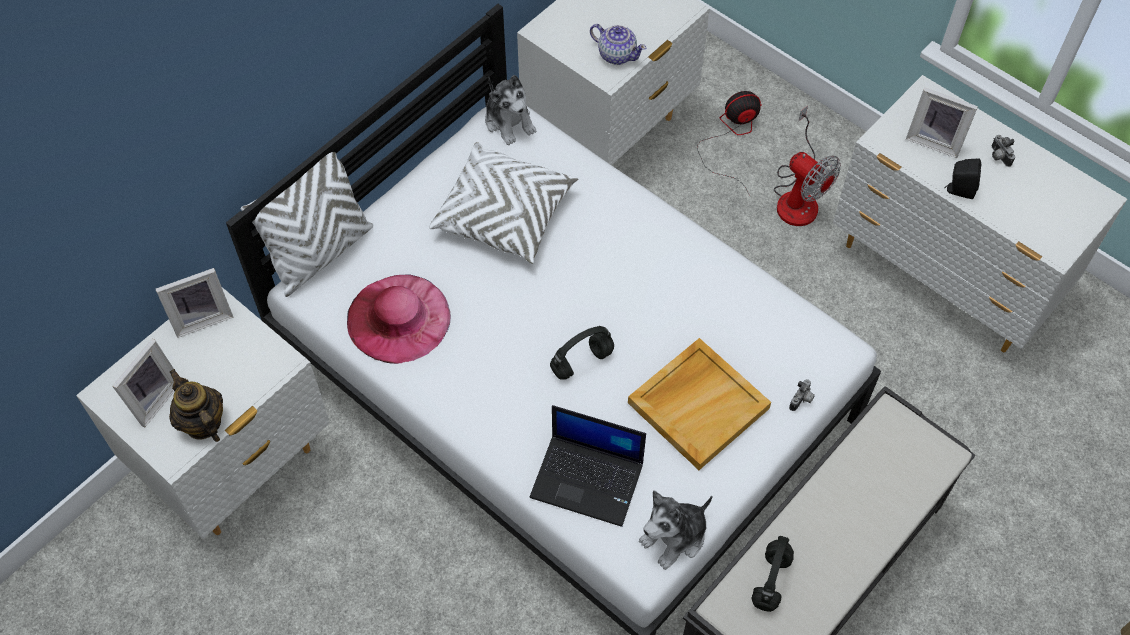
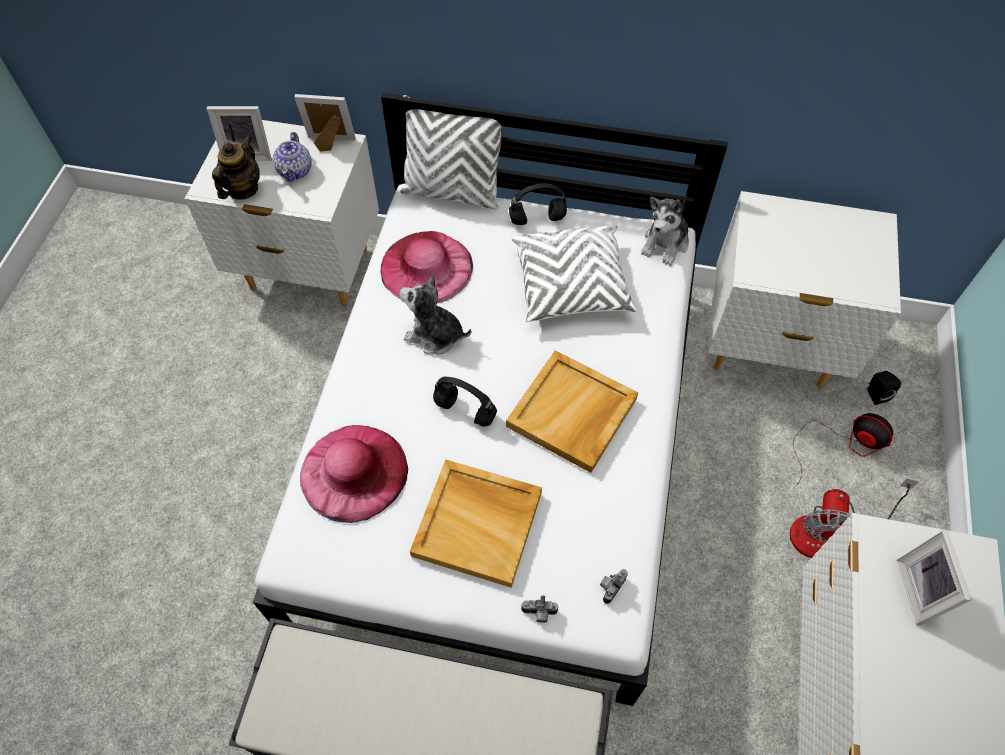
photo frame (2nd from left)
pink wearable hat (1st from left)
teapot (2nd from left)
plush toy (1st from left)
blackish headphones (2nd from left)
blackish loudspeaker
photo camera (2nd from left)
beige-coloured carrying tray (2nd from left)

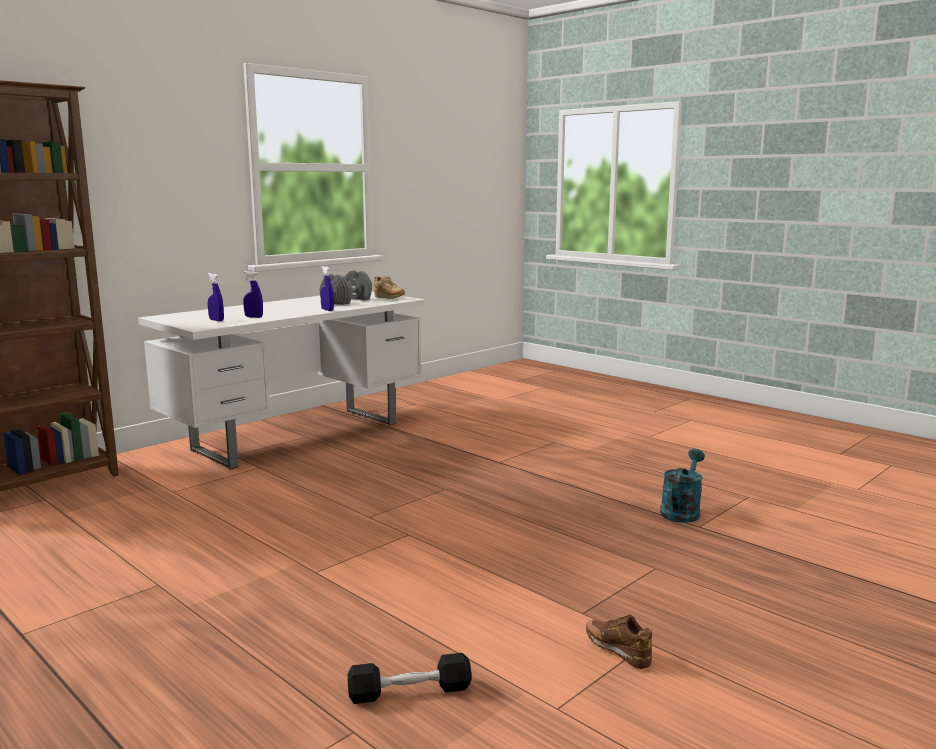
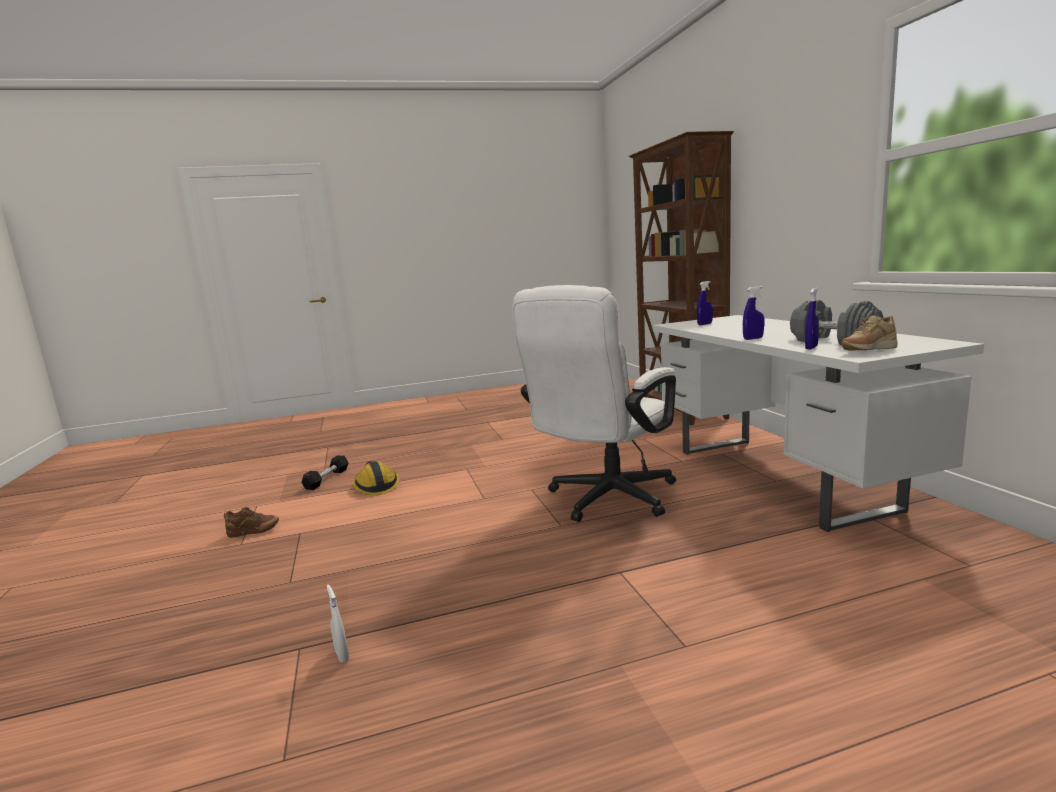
blue-coloured sprayer (3rd from left)
whitish sprayer
safety helmet
whitish office chair

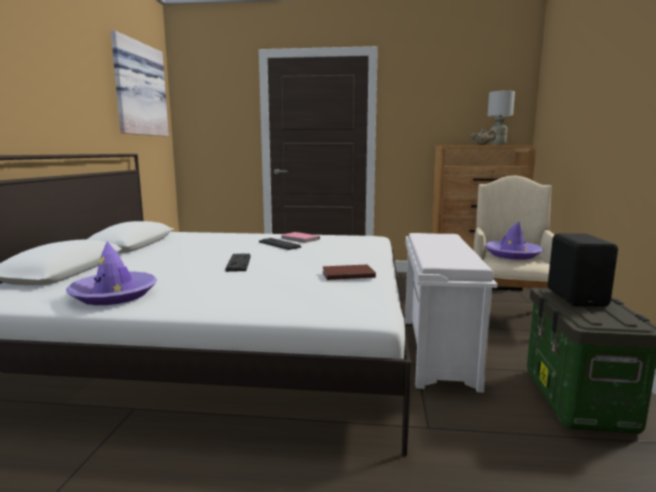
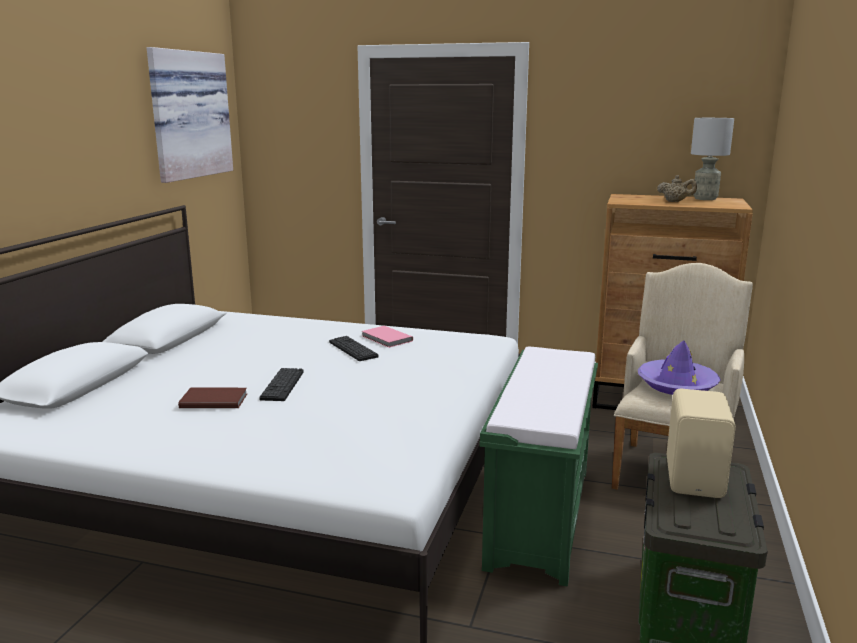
purple wearable hat (1st from left in the first image)
brown-coloured book
green long seat
beige-coloured loudspeaker

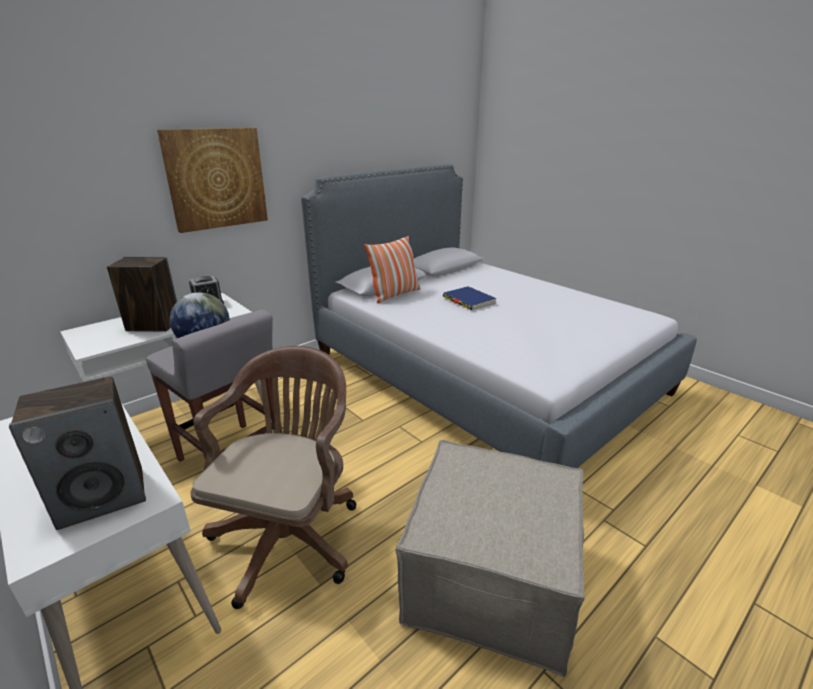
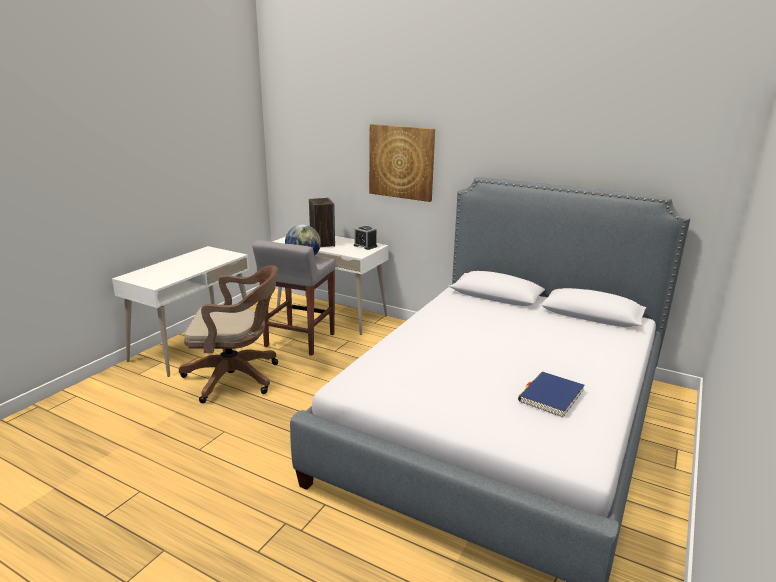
loudspeaker (1st from left in the first image)
cushion
beige-coloured ottoman
blue-coloured book

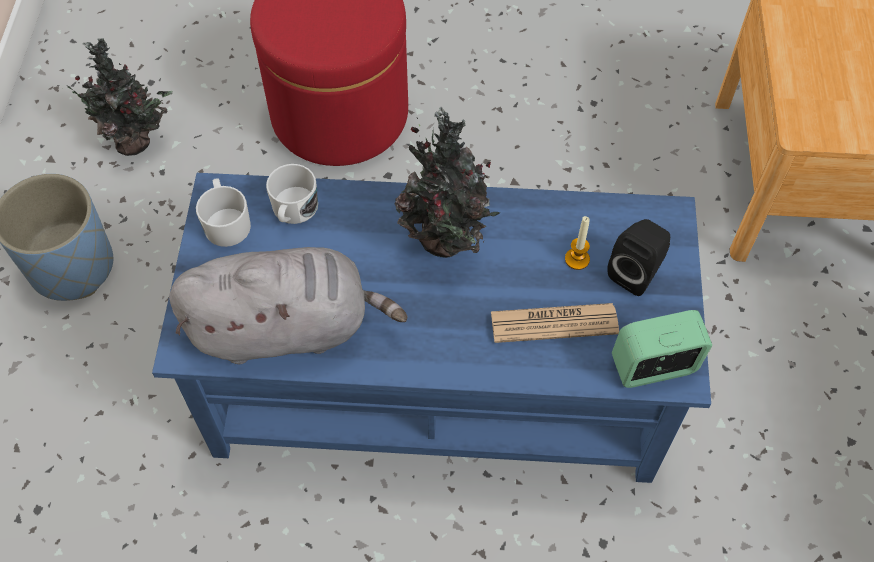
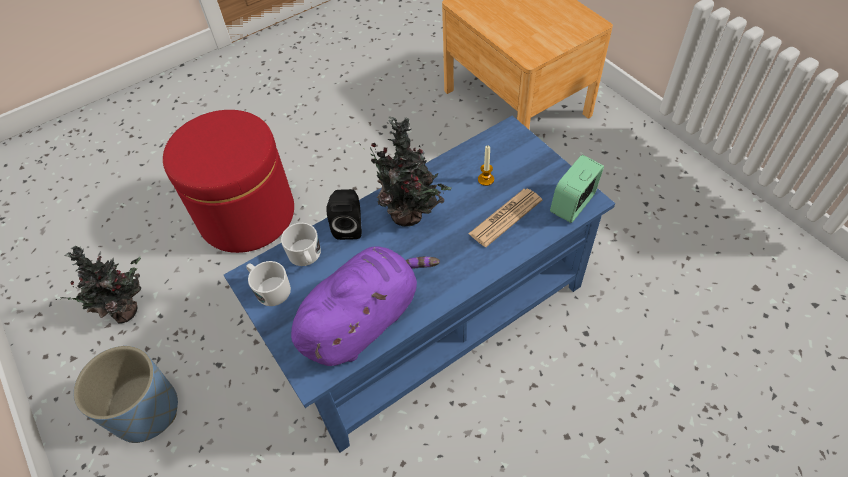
purple plush toy
blackish loudspeaker

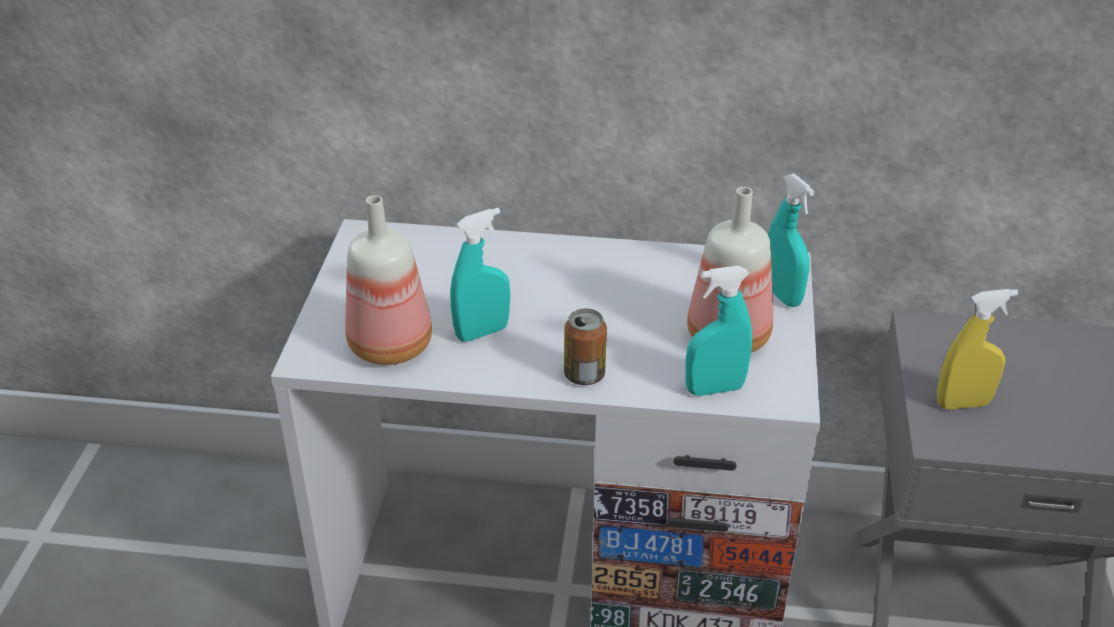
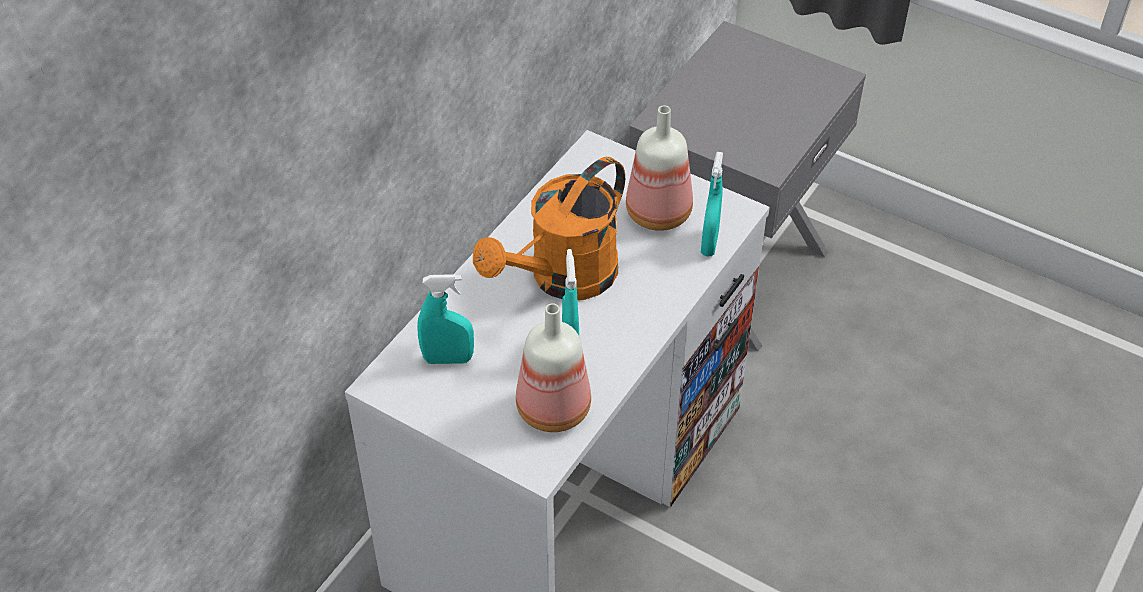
sealed can
turquoise sprayer (1st from left)
yellowish sprayer
orange watering can

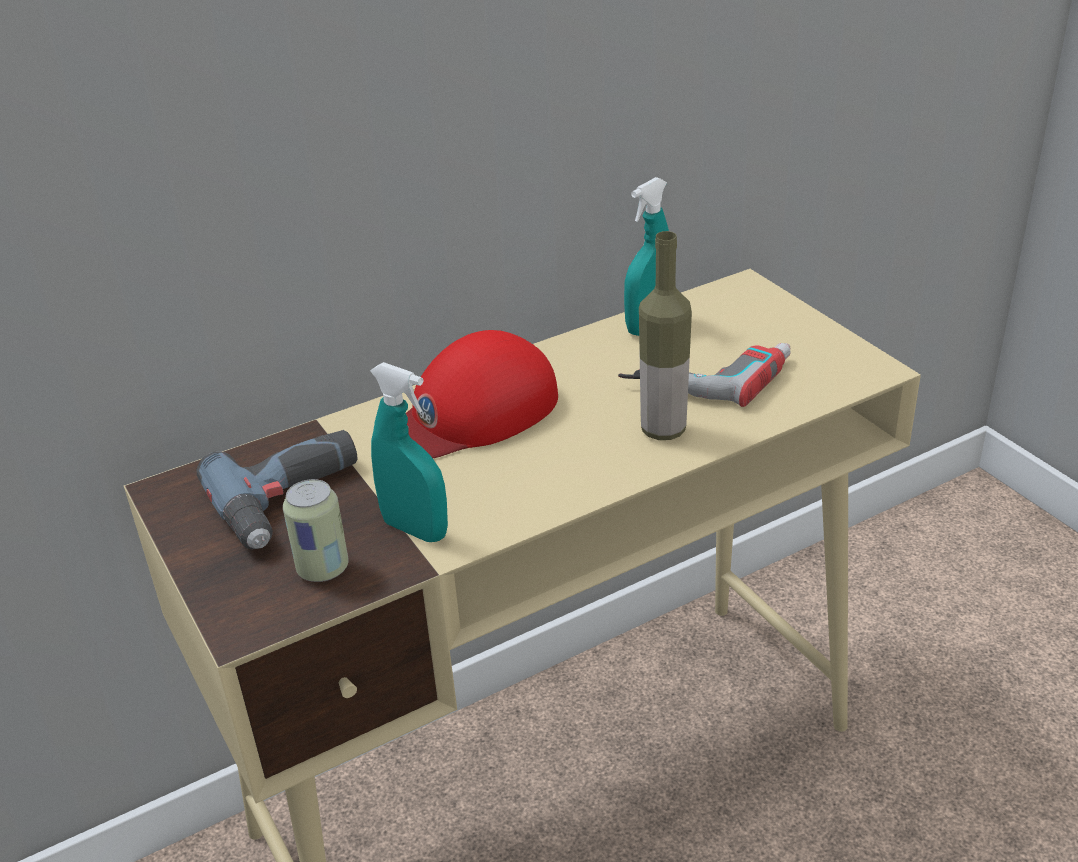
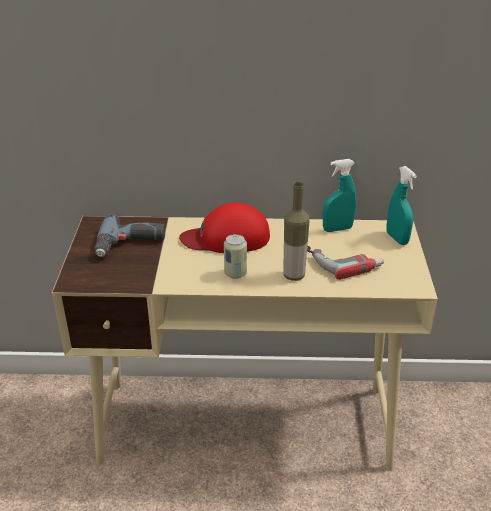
sealed can
turquoise sprayer (2nd from left)

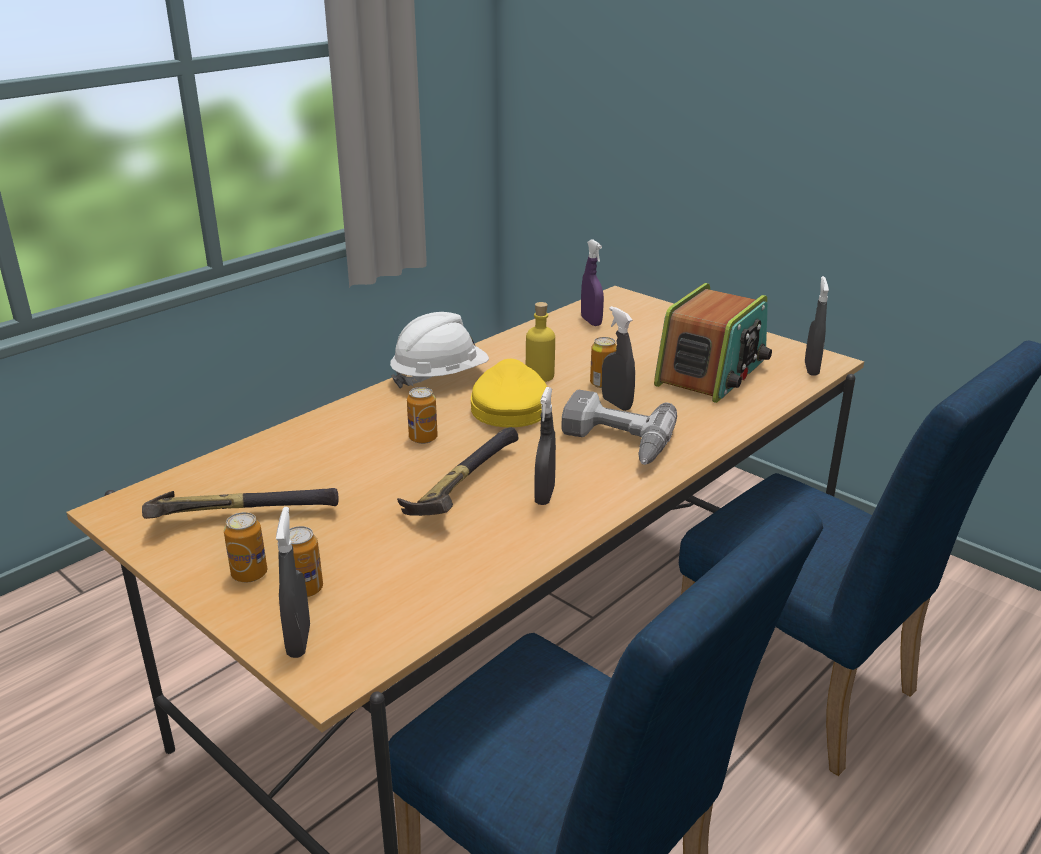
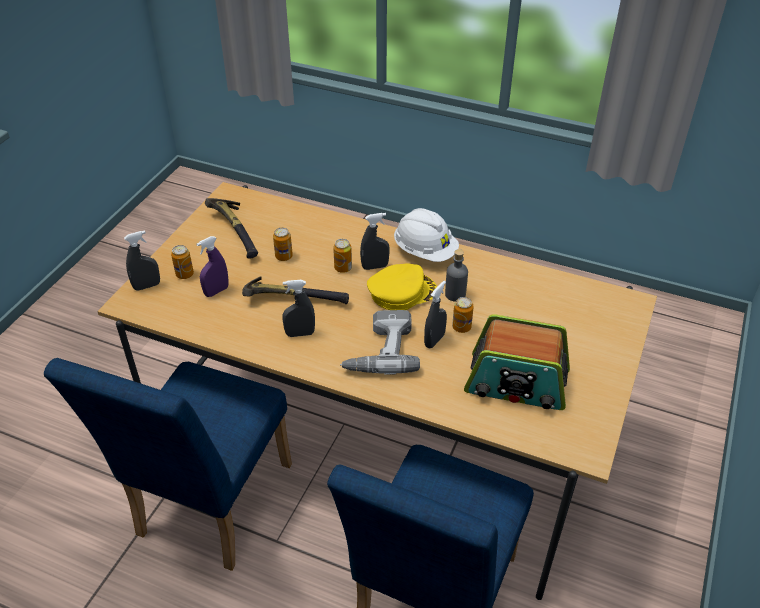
sealed can (2nd from left)
greyish drink bottle
purple sprayer
greyish sprayer (3rd from left)

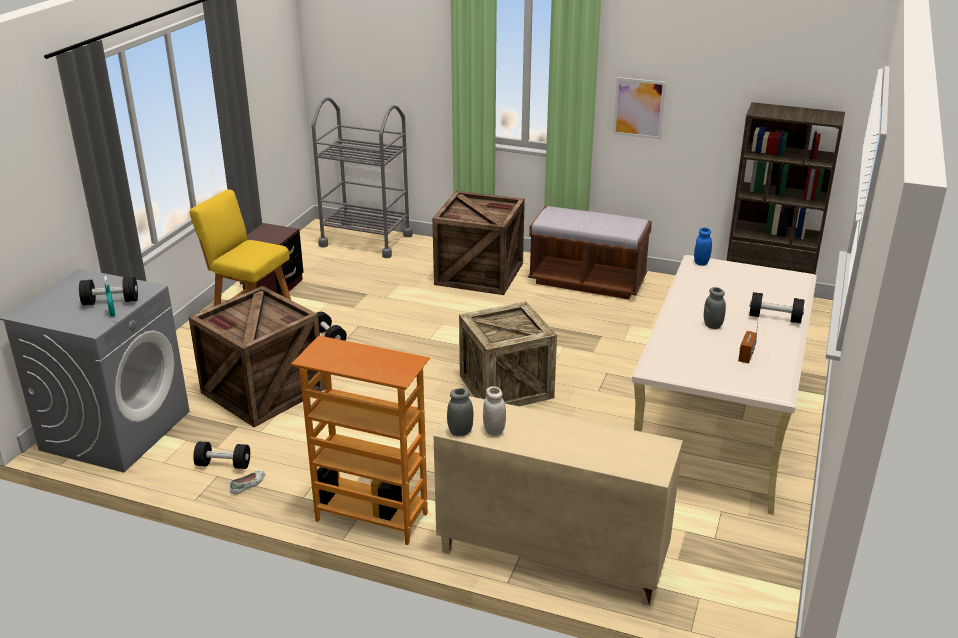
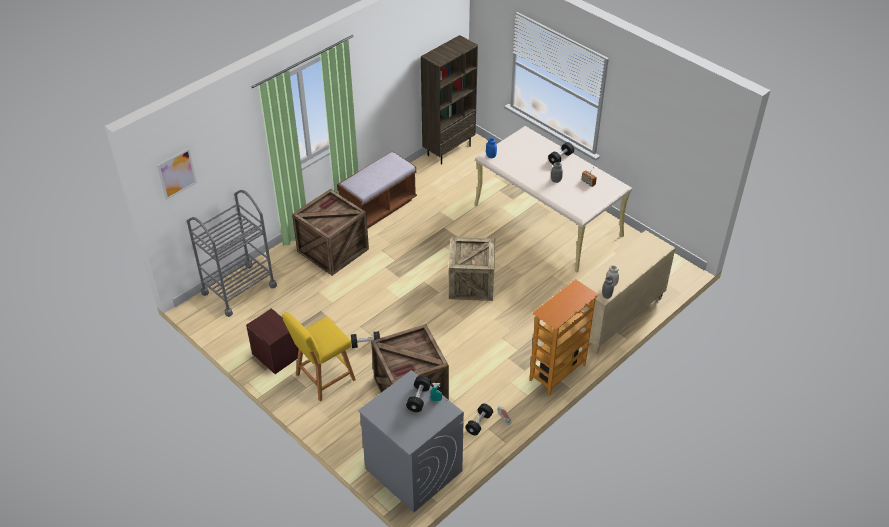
wall art

